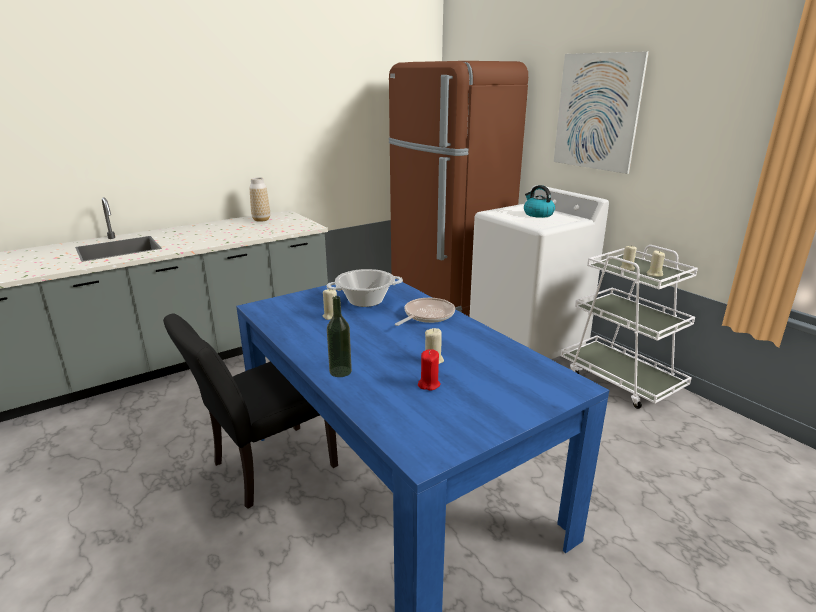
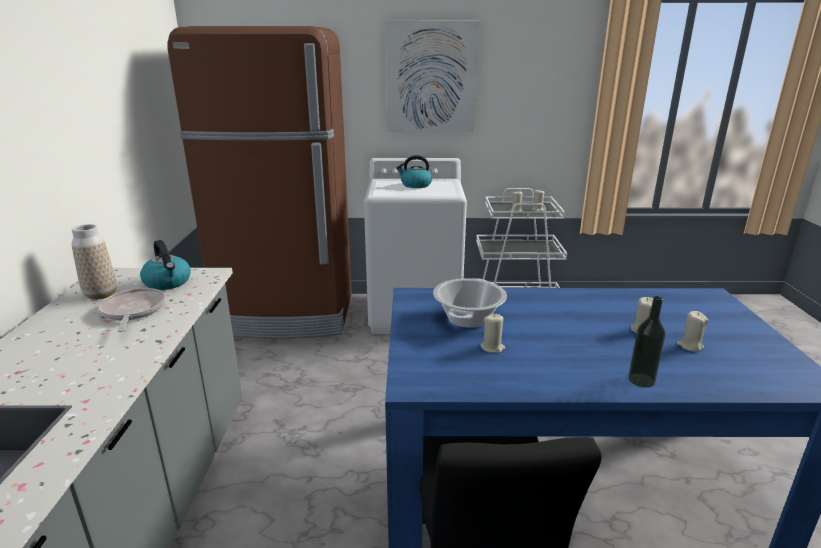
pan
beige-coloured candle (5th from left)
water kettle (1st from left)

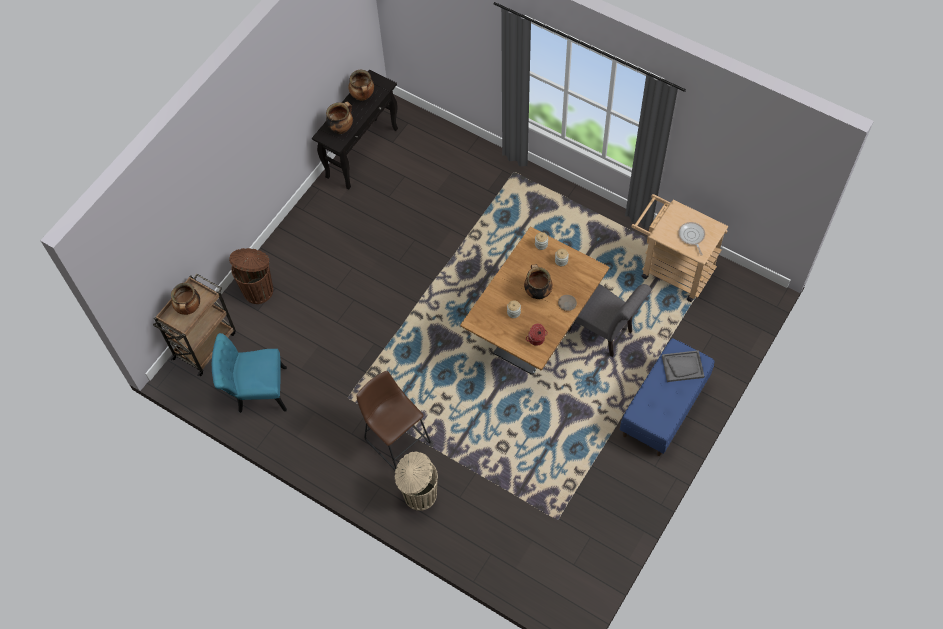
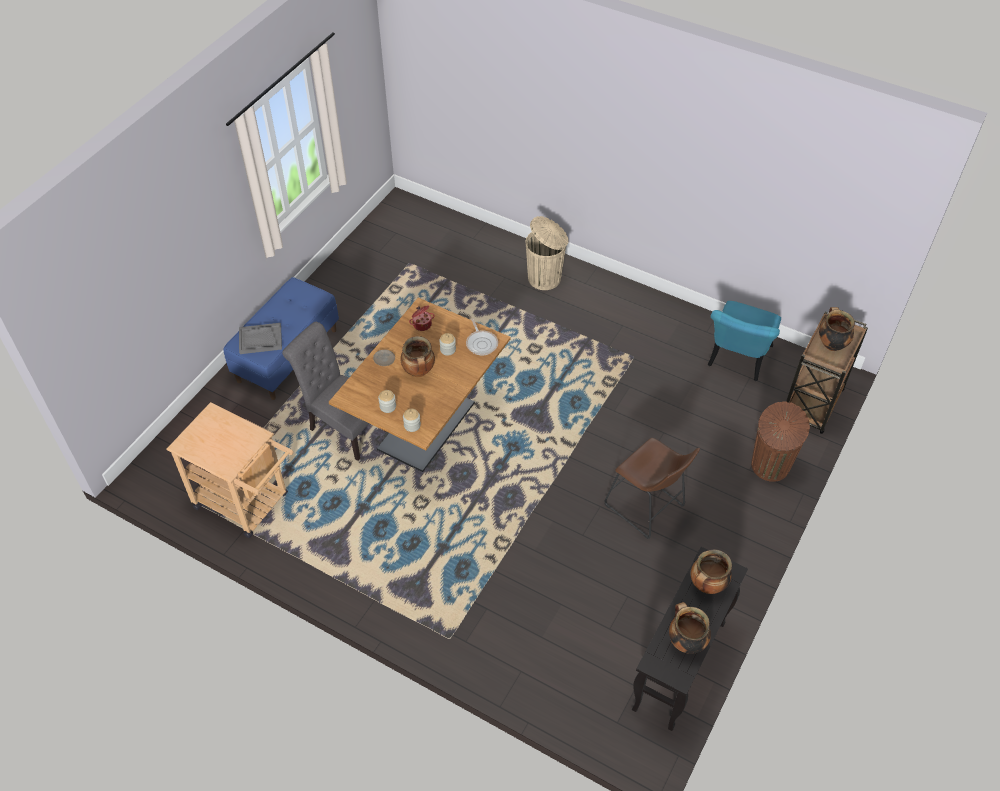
turquoise upright chair
brown-coloured stool
pan

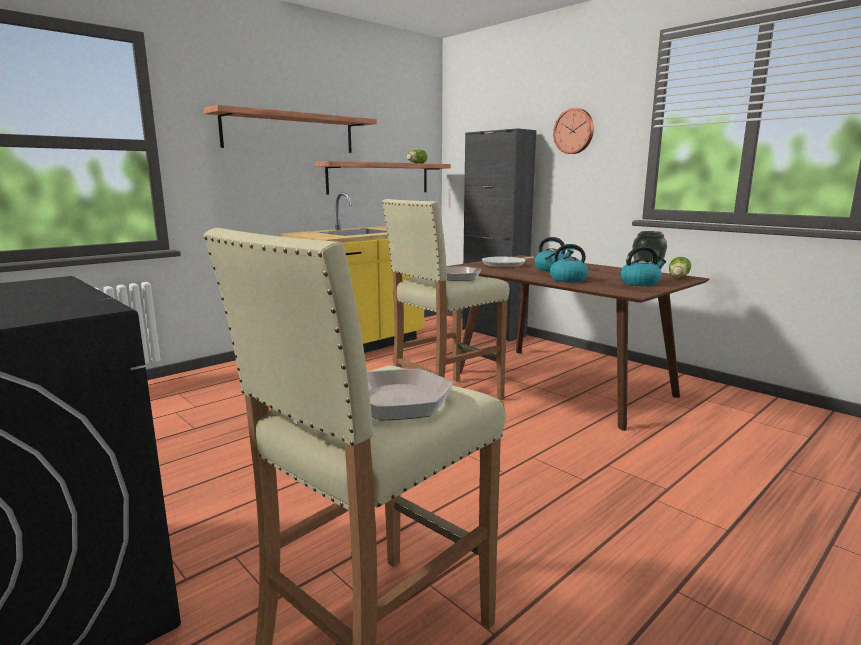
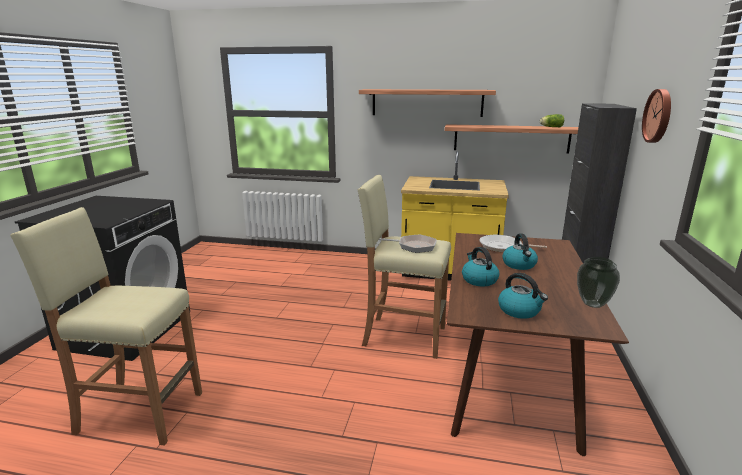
pan (1st from left in the first image)
lettuce (2nd from left in the first image)

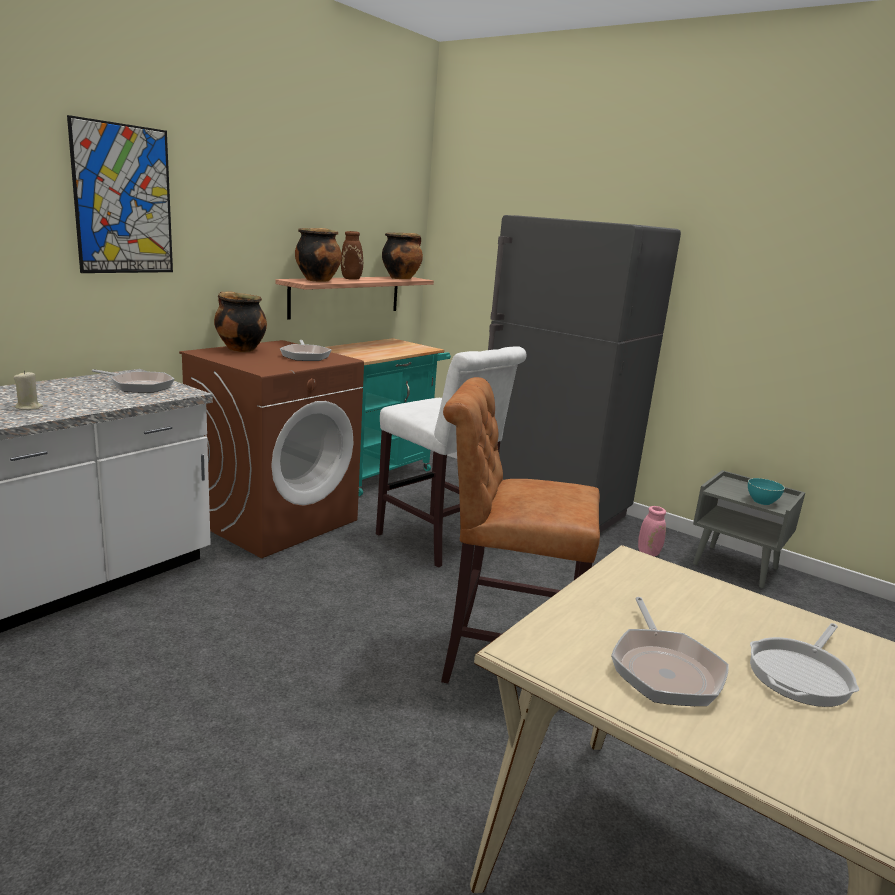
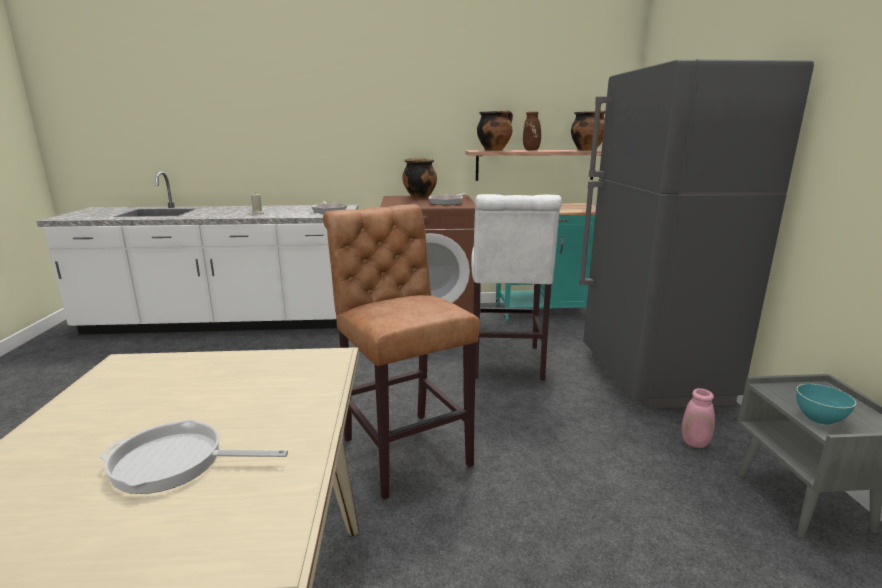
wall art
pan (3rd from left in the first image)

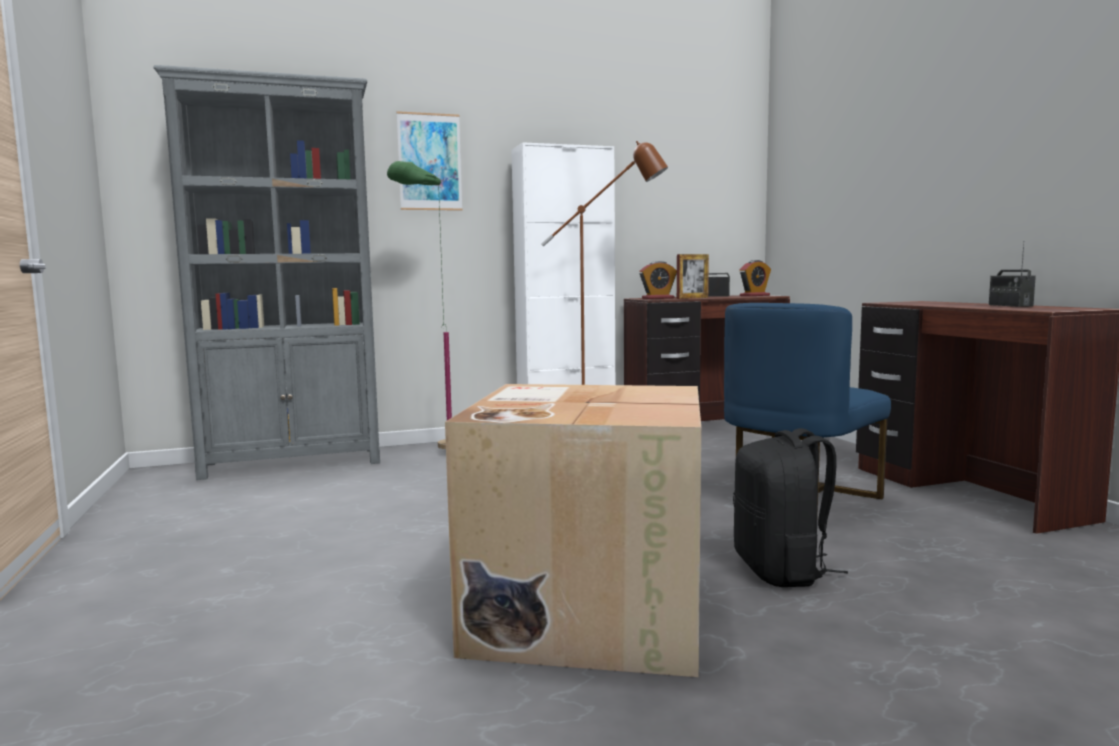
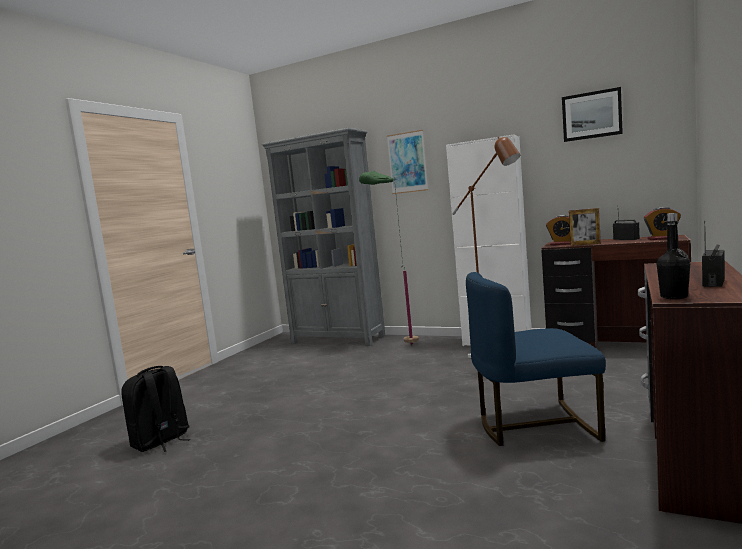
packing box
blackish backpack
wall art (2nd from left)
blackish drink bottle

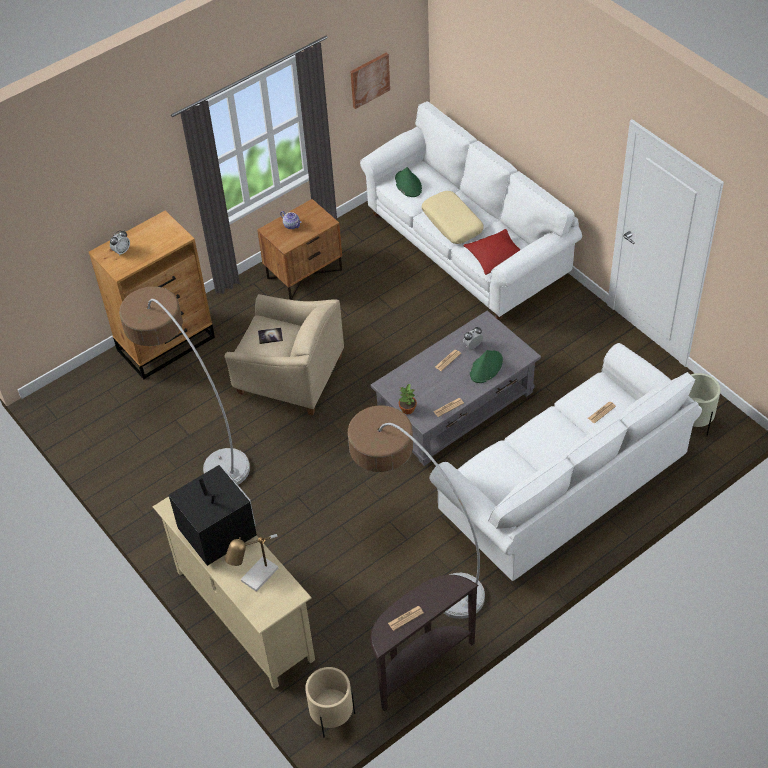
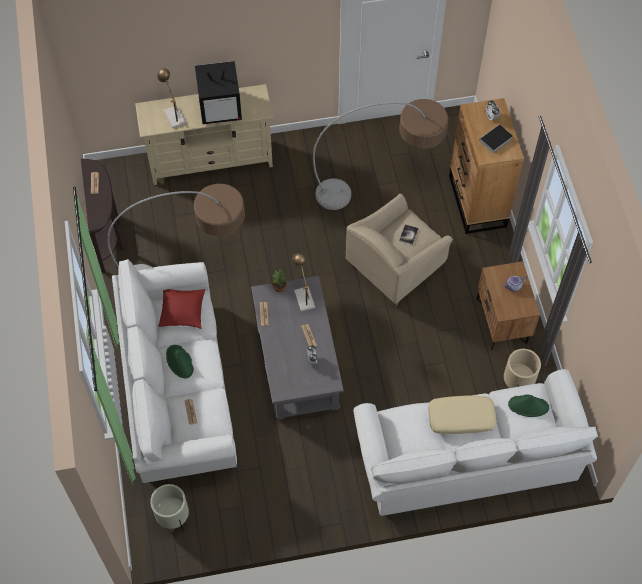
beige-coloured flower pot (2nd from left)
wall art
reddish cushion
green wearable hat (1st from left)
lamp for a table (2nd from left)
book (2nd from left)

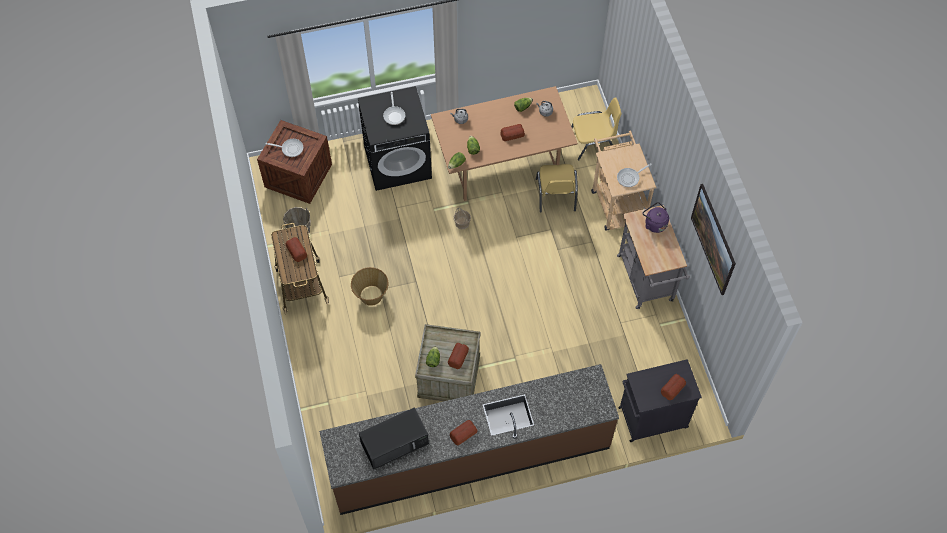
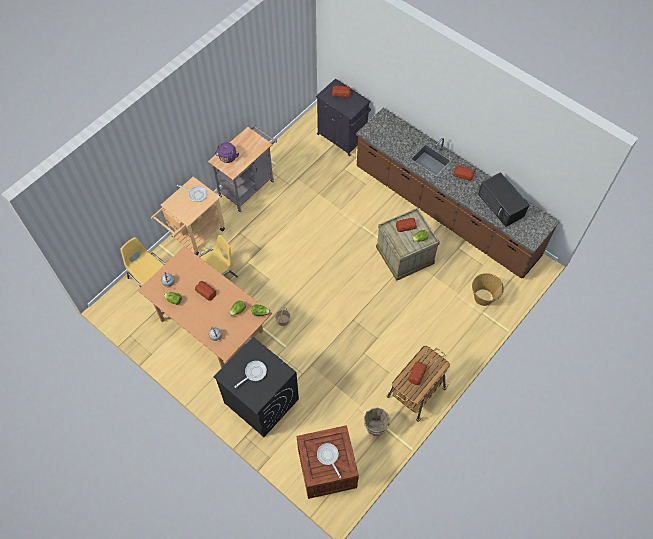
basket (2nd from left)
blackish kitchen microwave
wall art

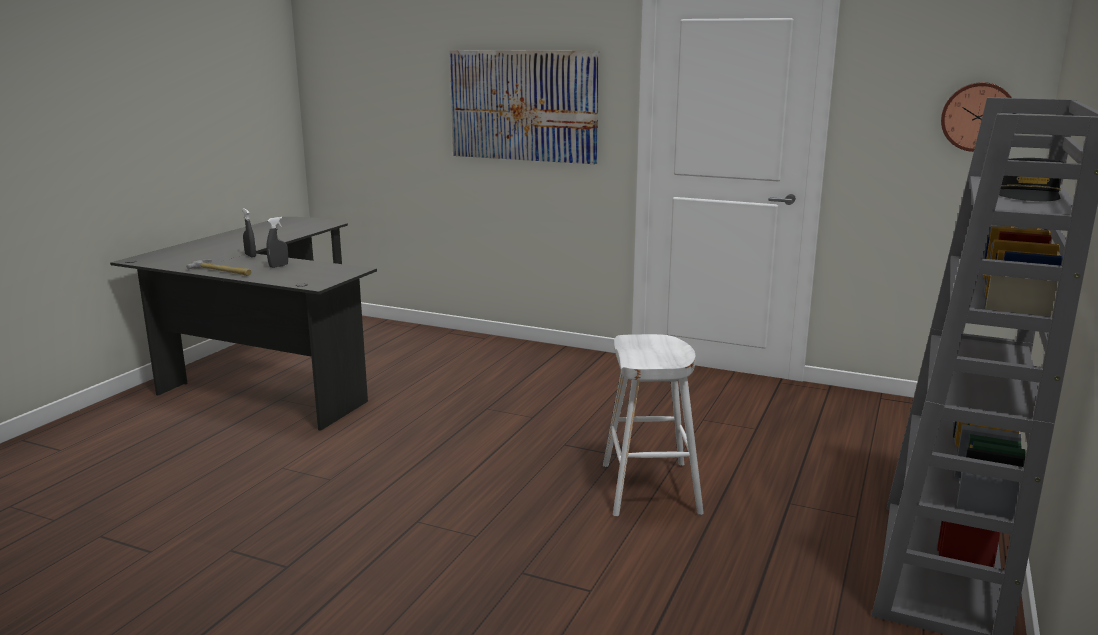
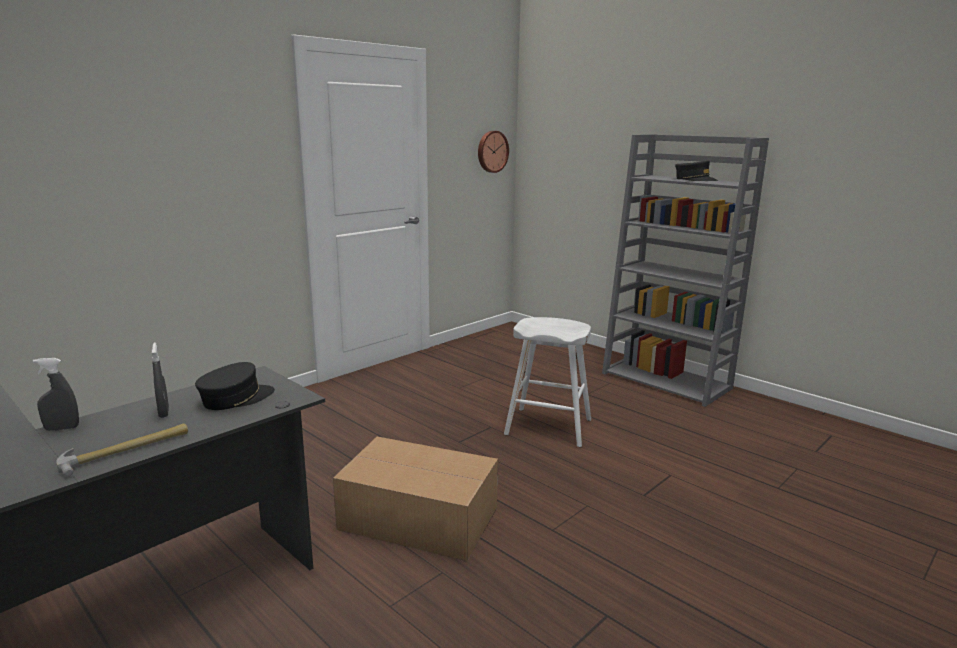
wall art
blackish cap (1st from left)
packing box

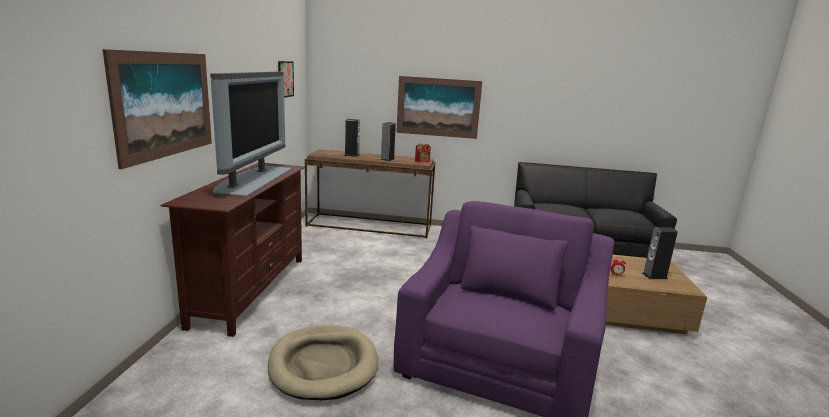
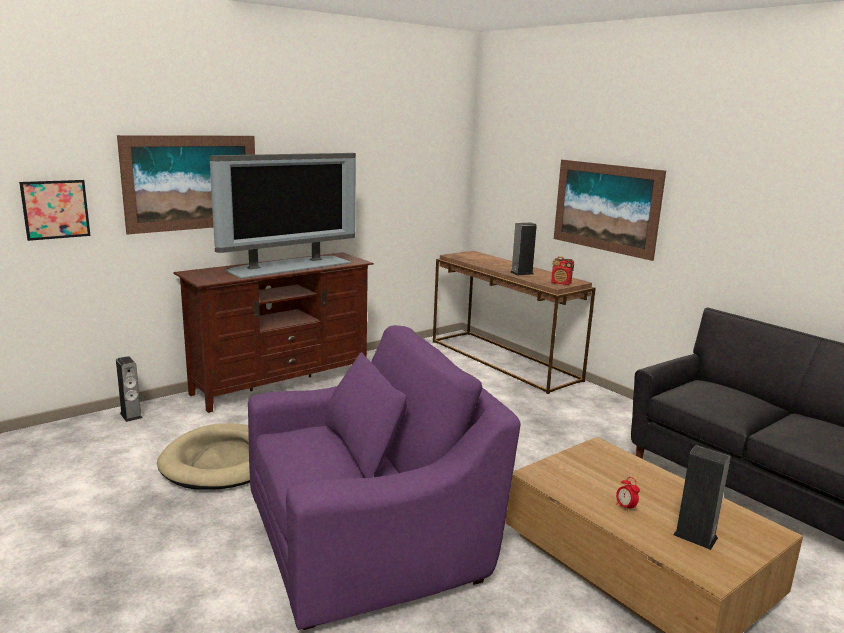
wall art (1st from left)
loudspeaker (1st from left)

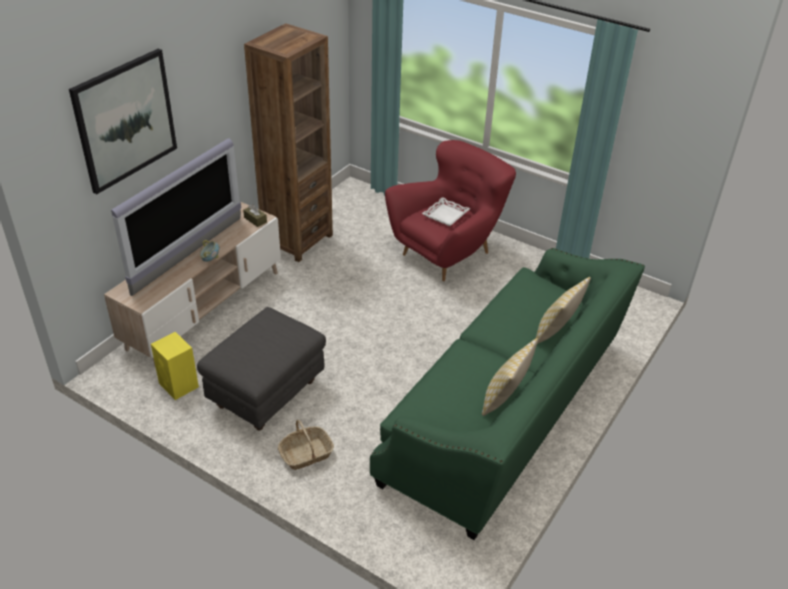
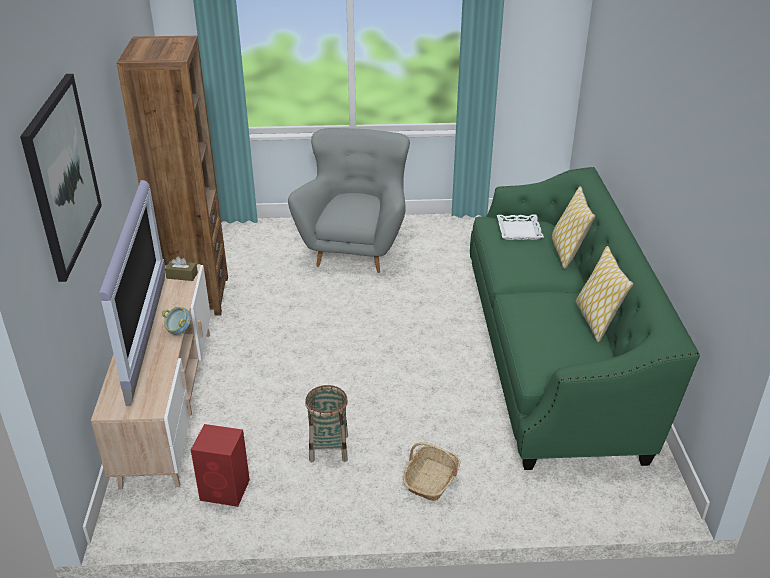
reddish loudspeaker
basket (1st from left)
greyish easy chair
whitish carrying tray

